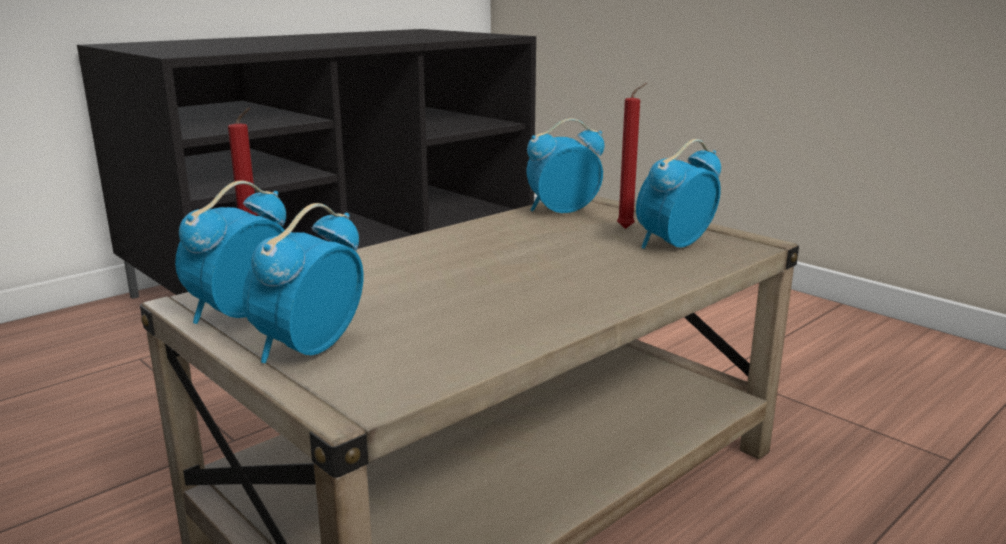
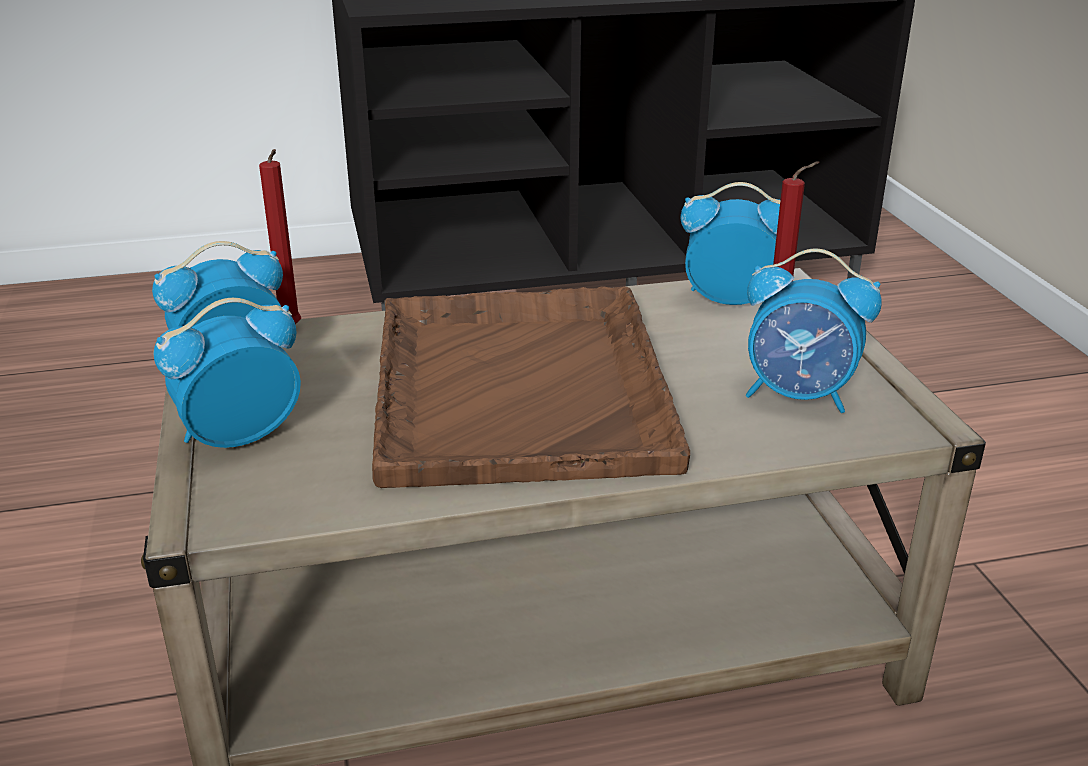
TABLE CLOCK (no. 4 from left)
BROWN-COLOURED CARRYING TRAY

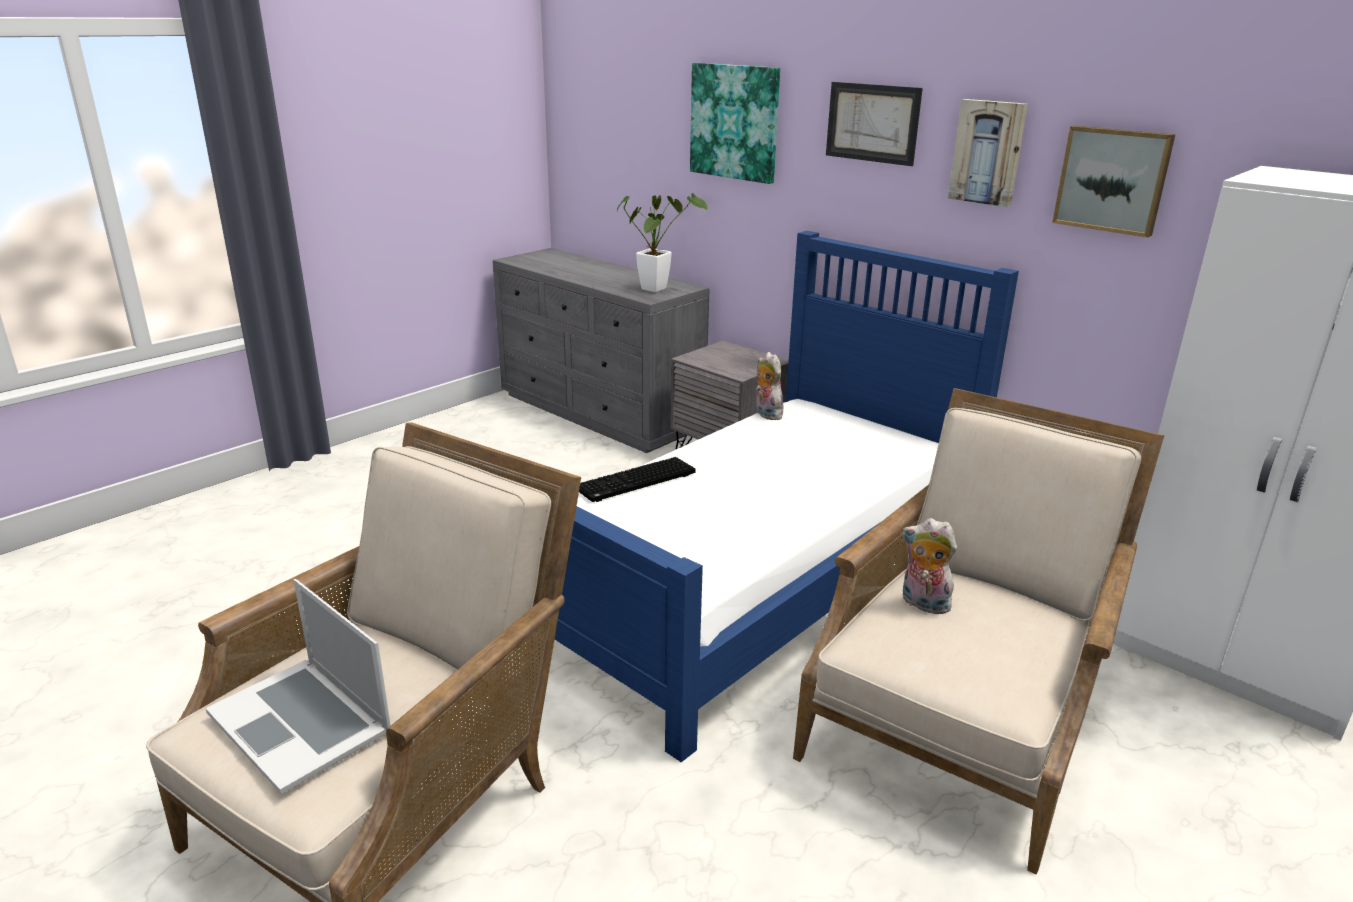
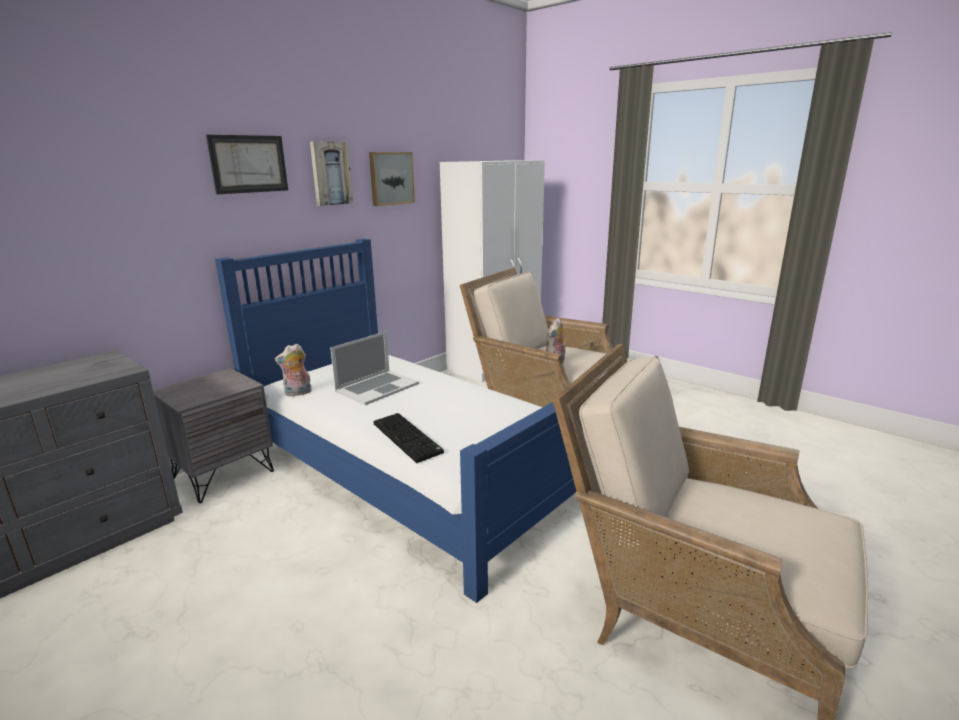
WALL ART (no. 1 from left in the first image)
POTTED PLANT
NOTEBOOK COMPUTER

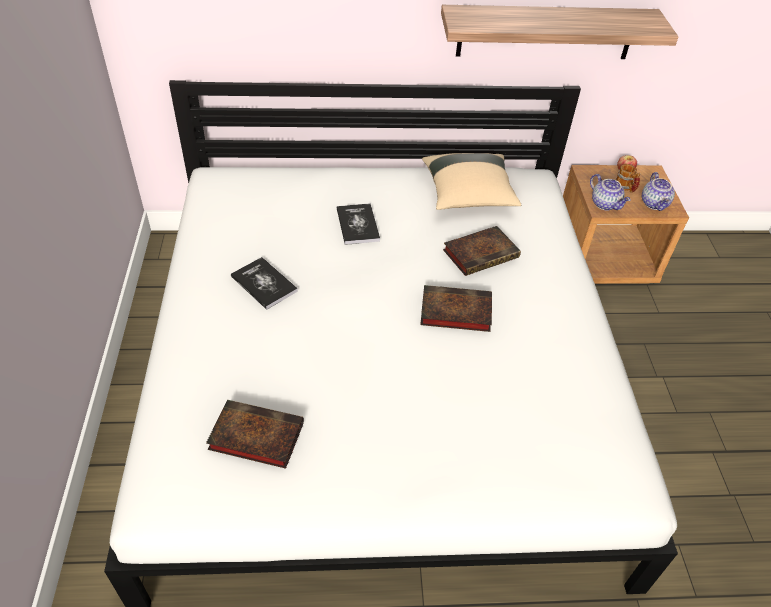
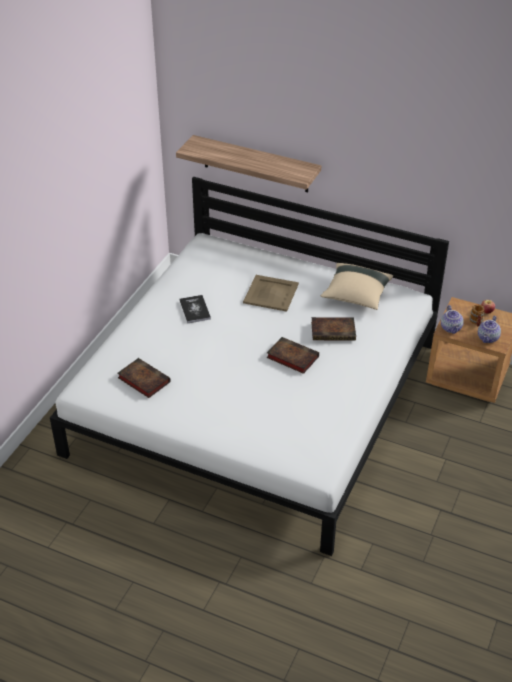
BRACKET SHELF
SAND-COLOURED CARRYING TRAY

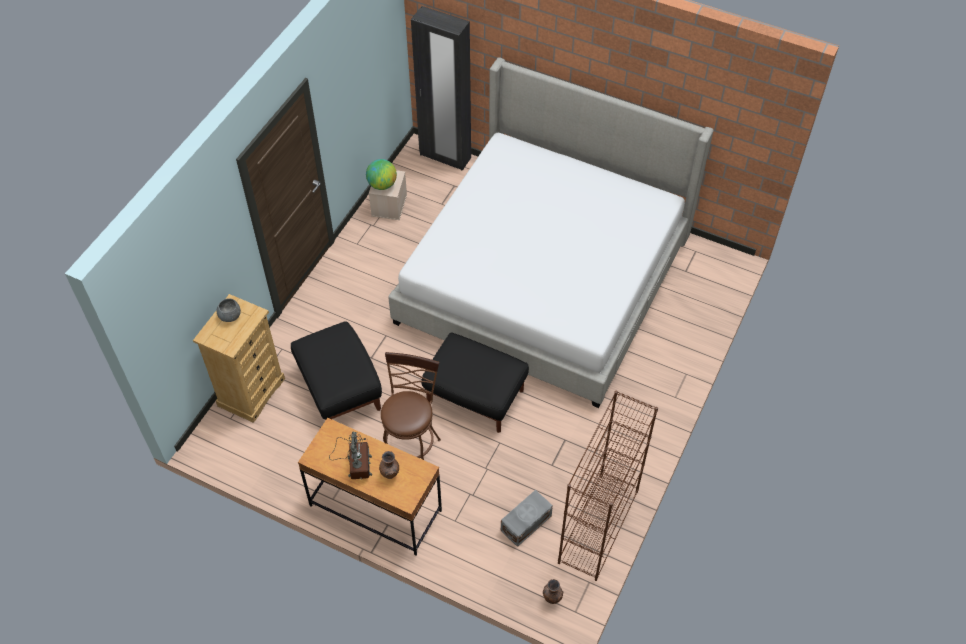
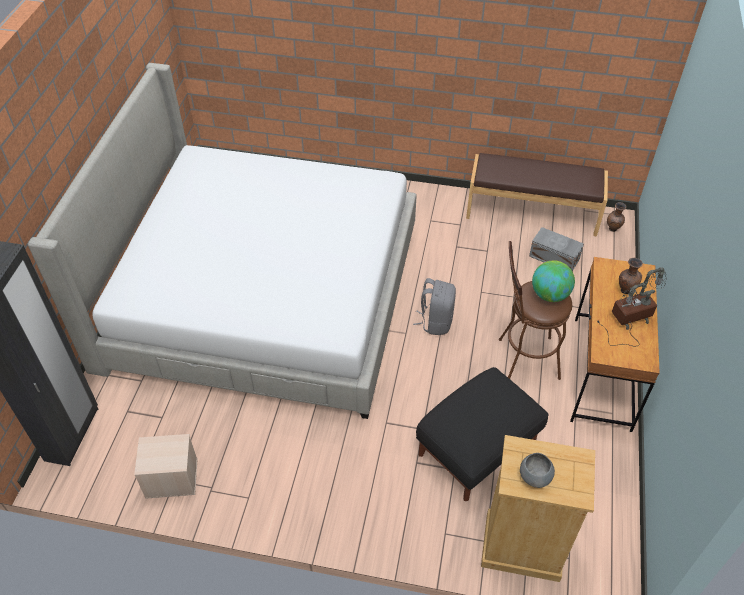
WORLD GLOBE
GREYISH KNAPSACK
BROWN-COLOURED BENCH

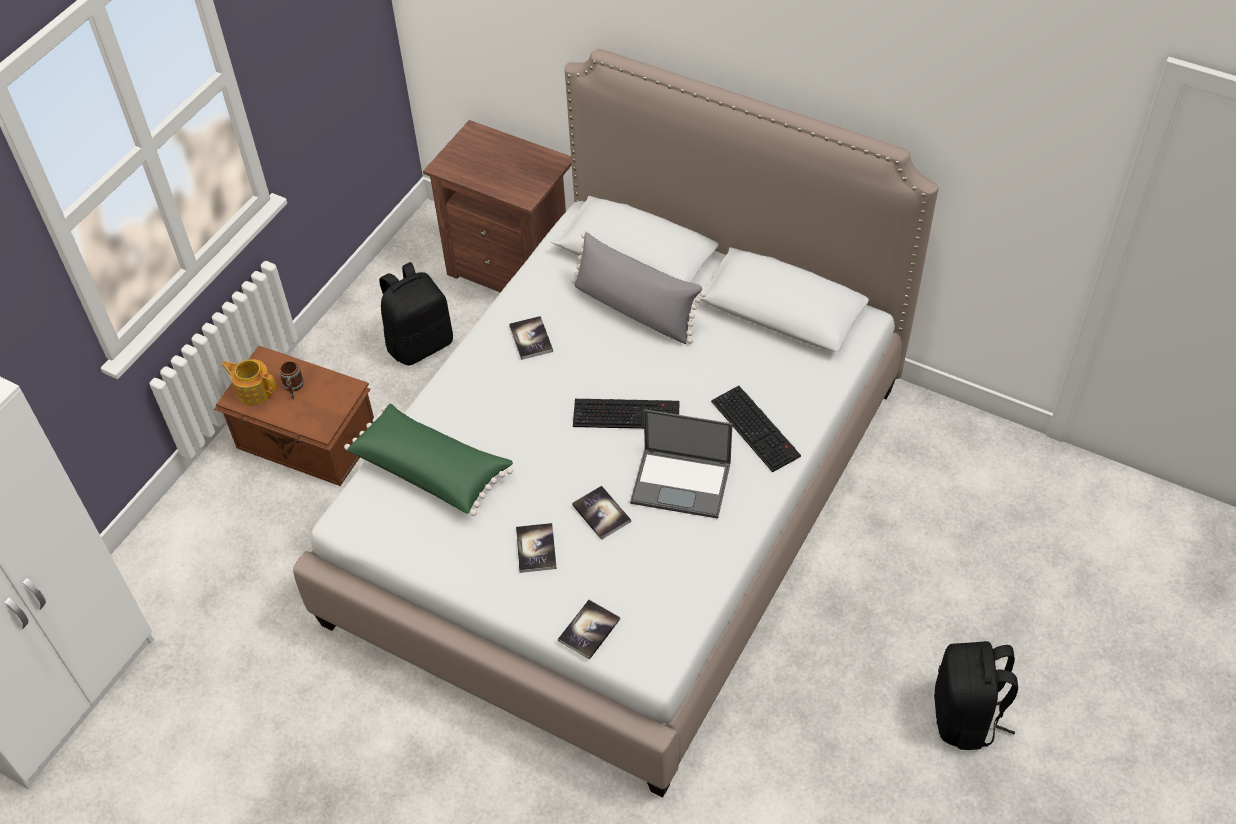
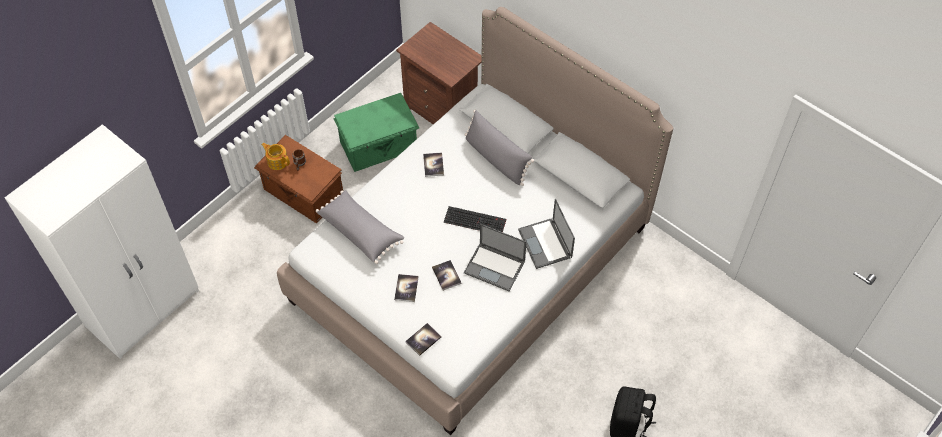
GREENISH STORAGE CONTAINER
NOTEBOOK COMPUTER (no. 2 from left)
GREYISH THROW PILLOW (no. 1 from left)

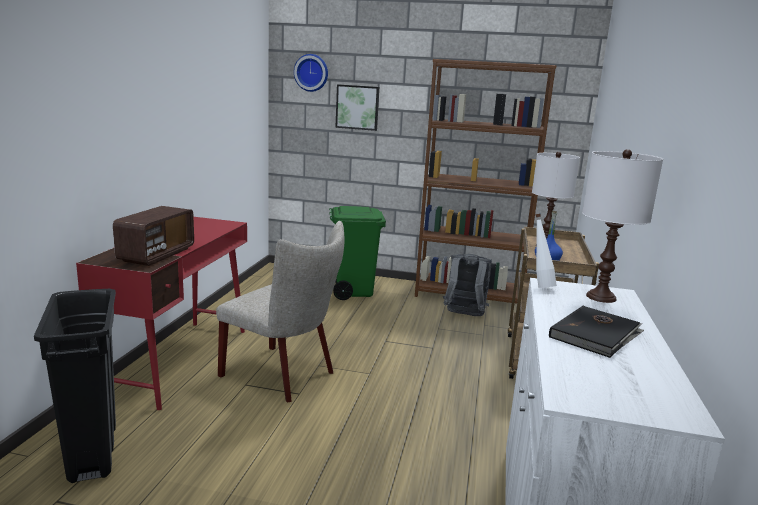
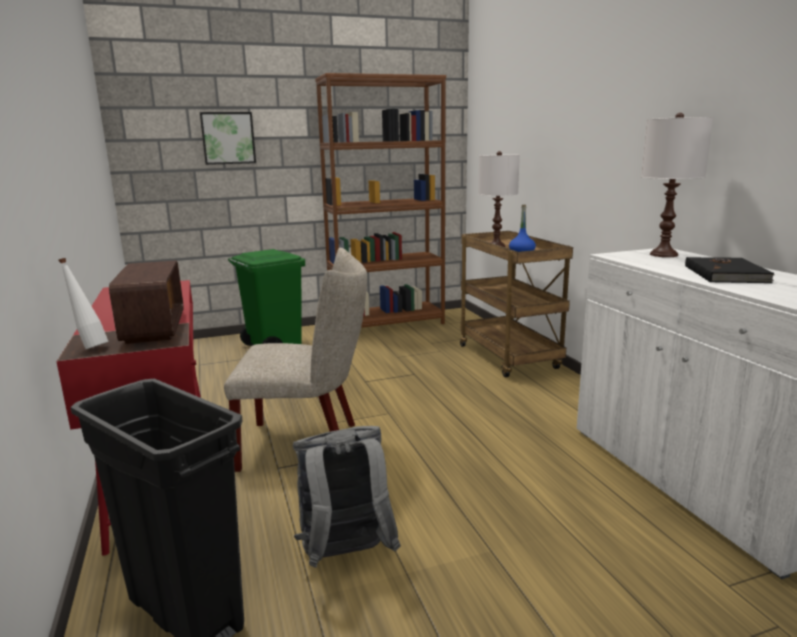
WALL CLOCK
WHITE BEVERAGE BOTTLE
GREYISH KNAPSACK

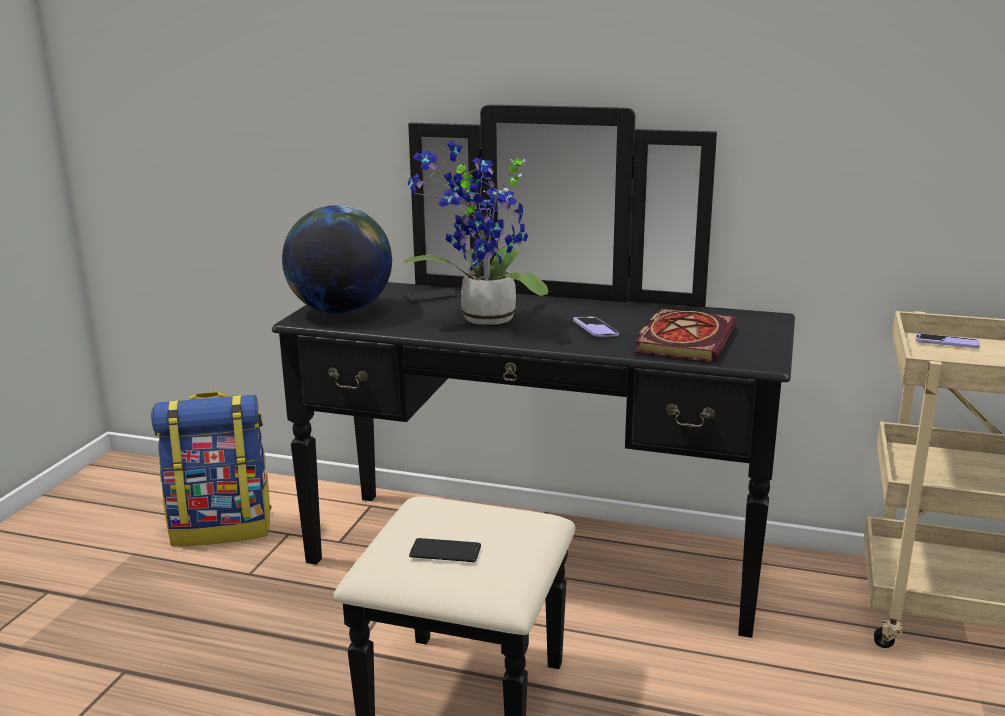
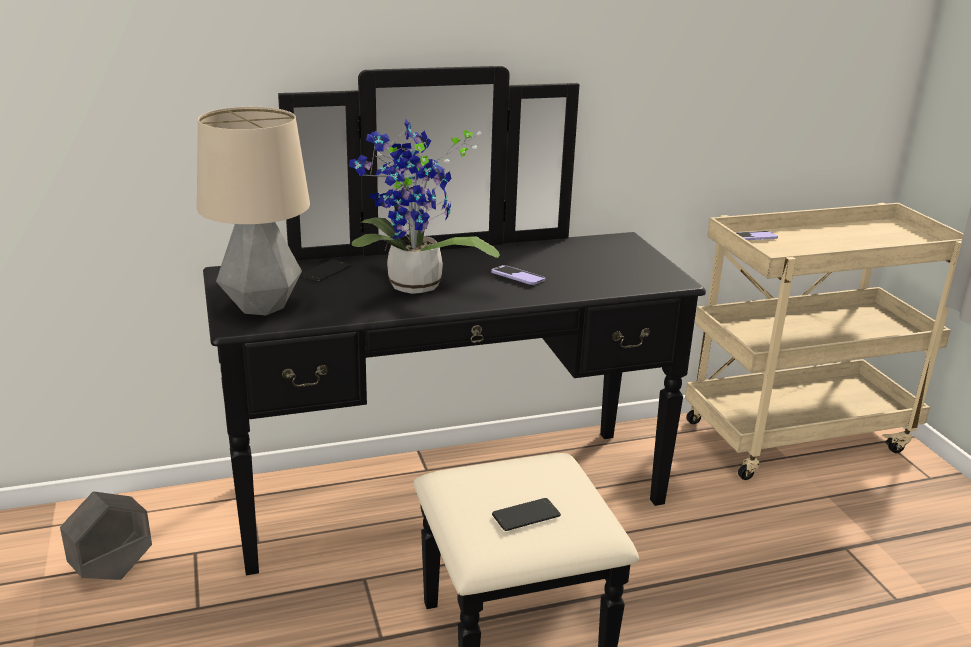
TABLE LAMP
BOOK
GREYISH PLANT POT

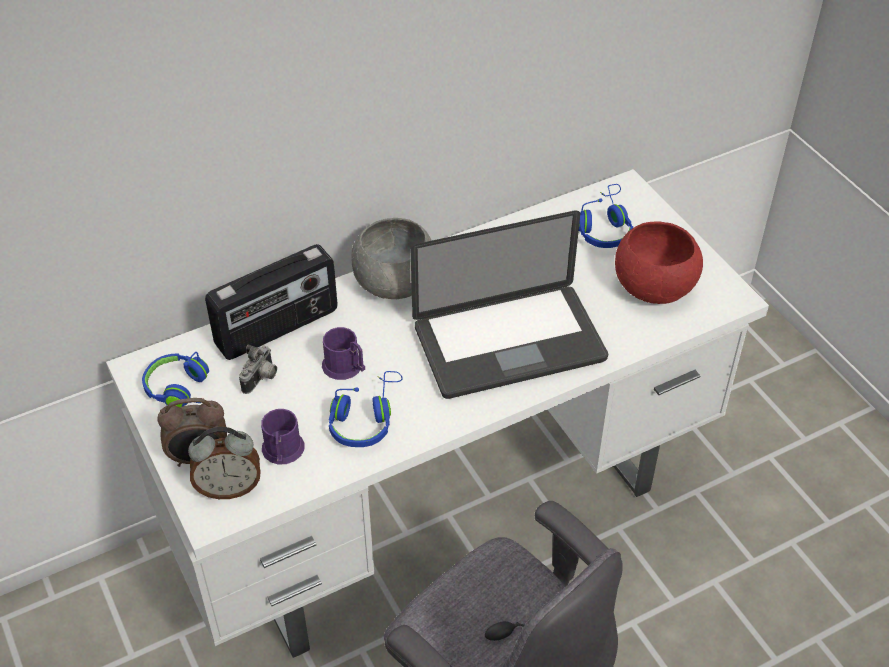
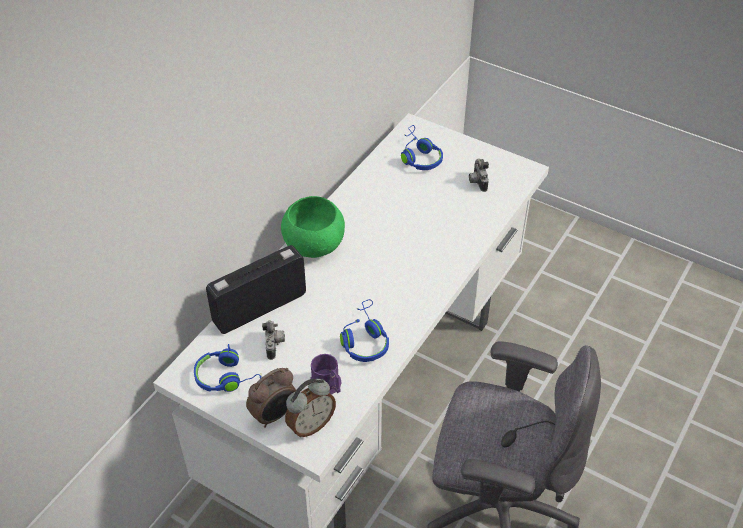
NOTEBOOK COMPUTER
GREENISH SERVING BOWL
PHOTO CAMERA (no. 2 from left)
RADIO RECEIVER
PURPLE MUG (no. 2 from left in the first image)

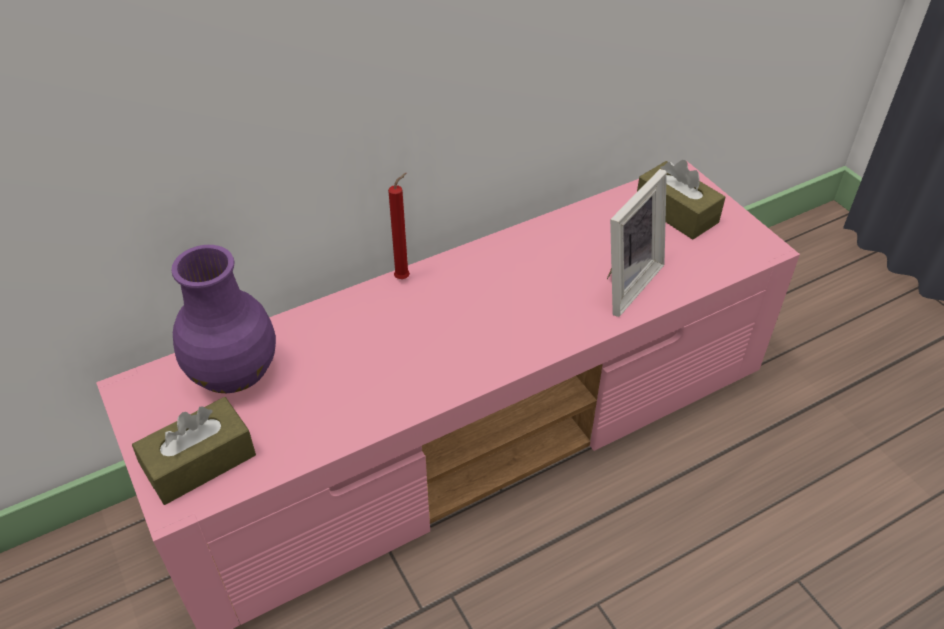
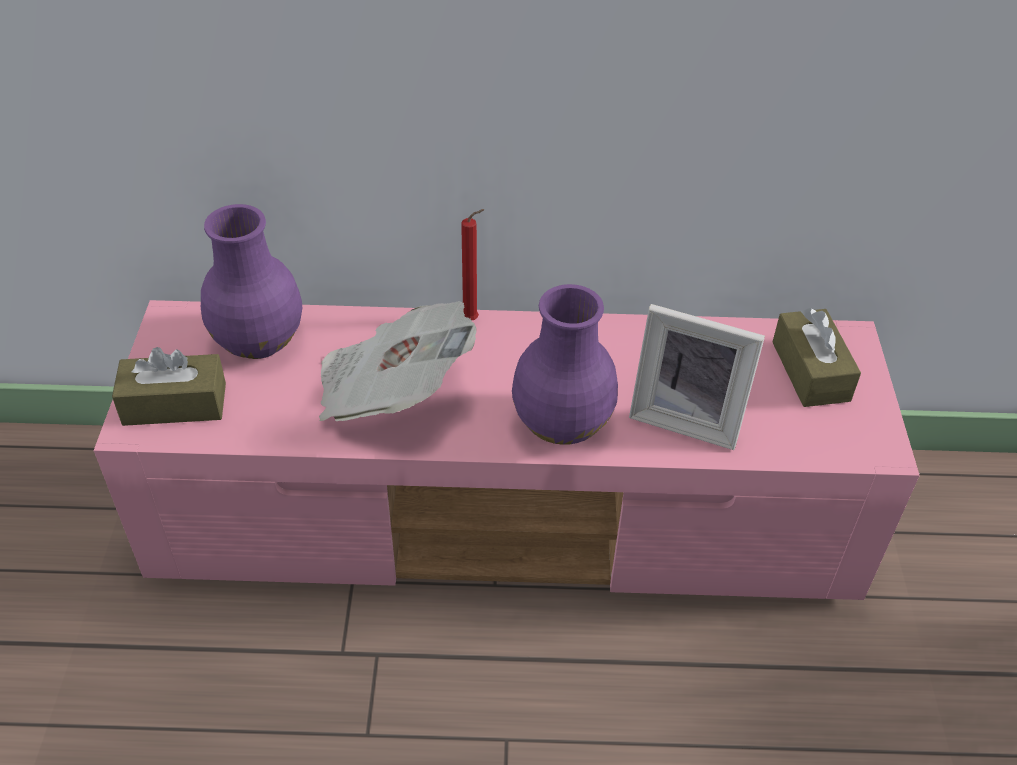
STANDING FRAME
PURPLE DECORATIVE VASE (no. 2 from left)
DAILY PAPER

